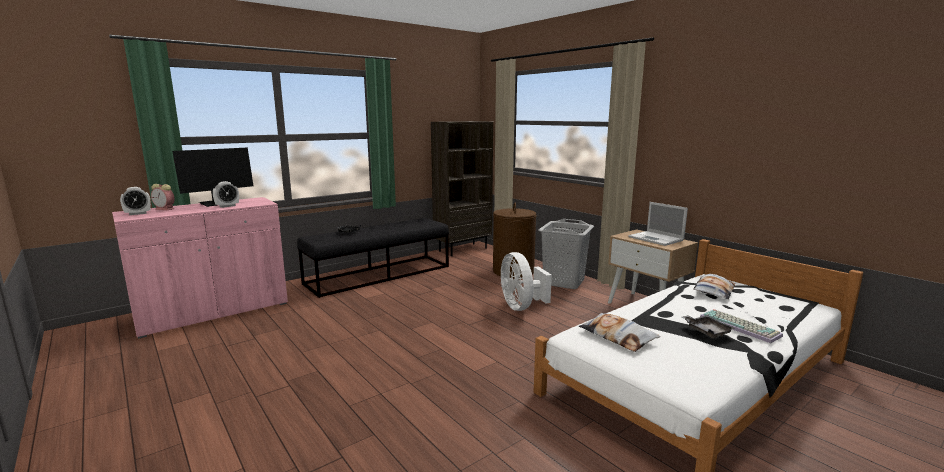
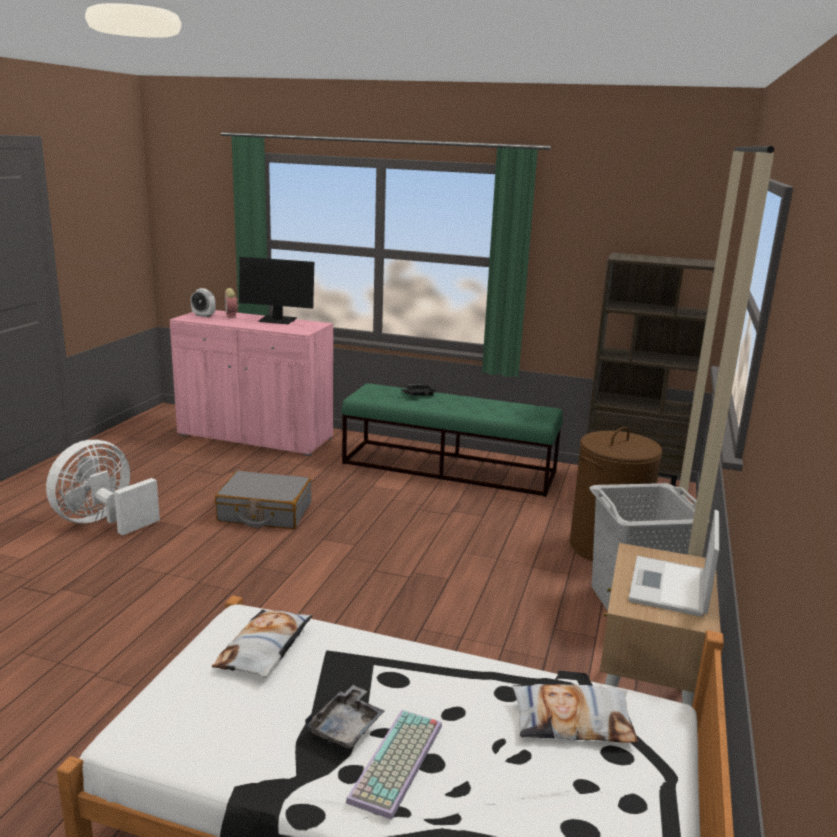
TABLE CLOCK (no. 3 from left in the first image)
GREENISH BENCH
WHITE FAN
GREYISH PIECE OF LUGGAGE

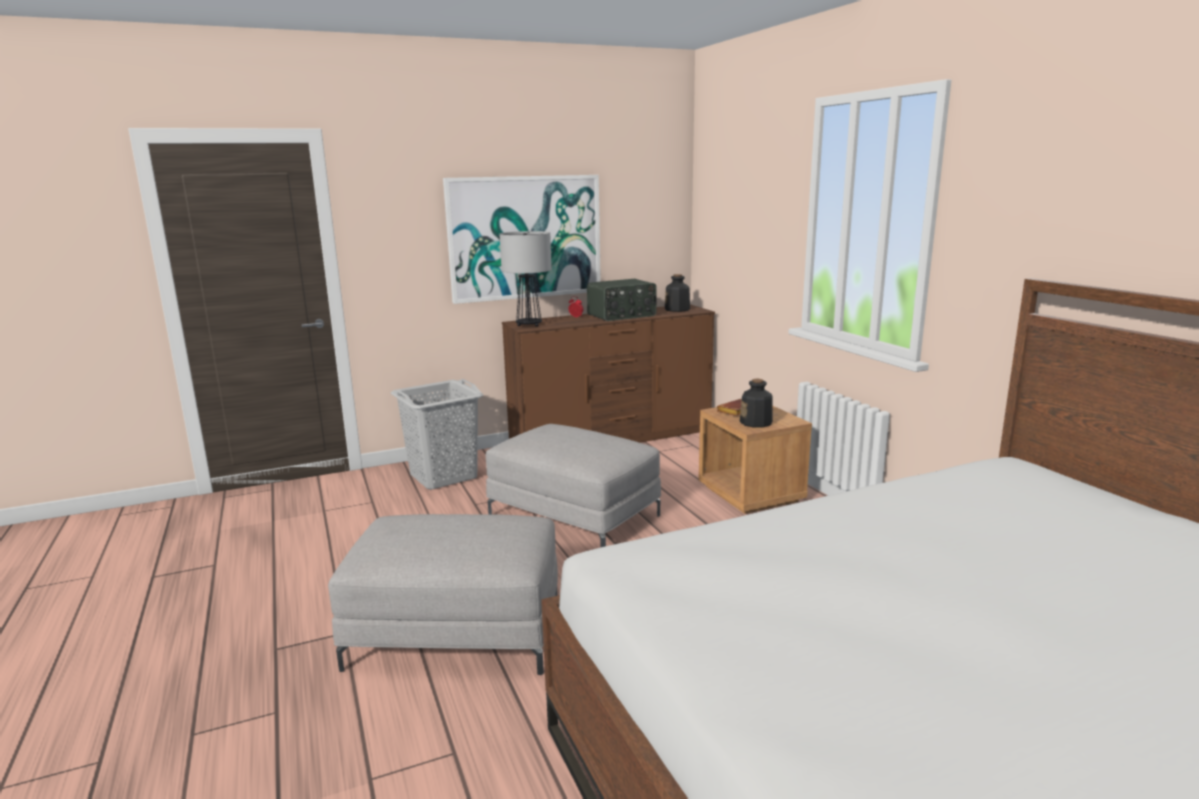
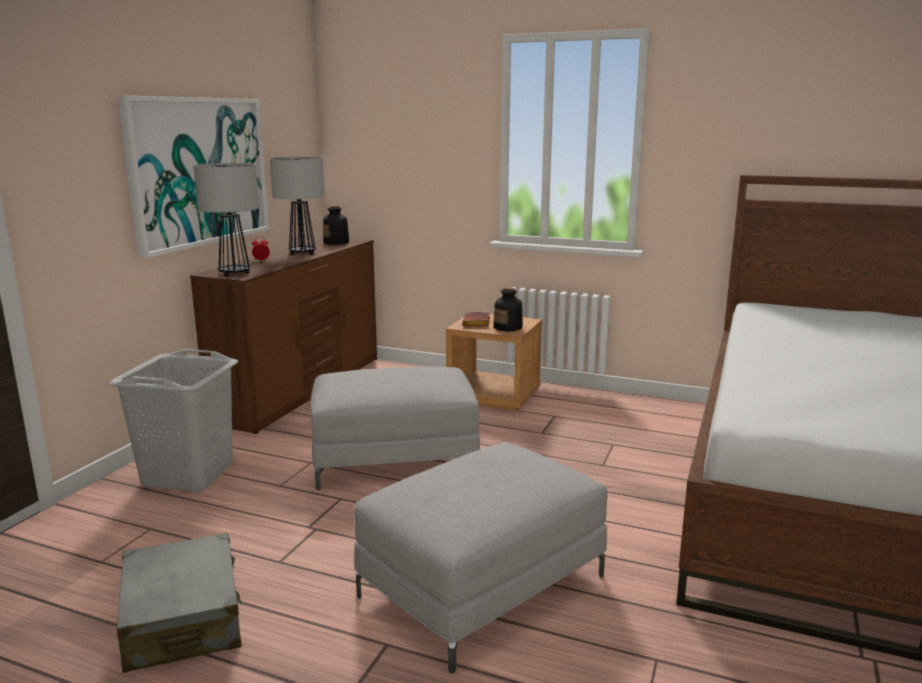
TABLE LAMP (no. 2 from left)
GREYISH PIECE OF LUGGAGE

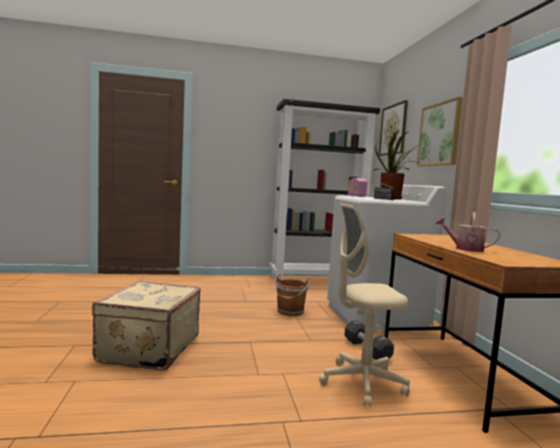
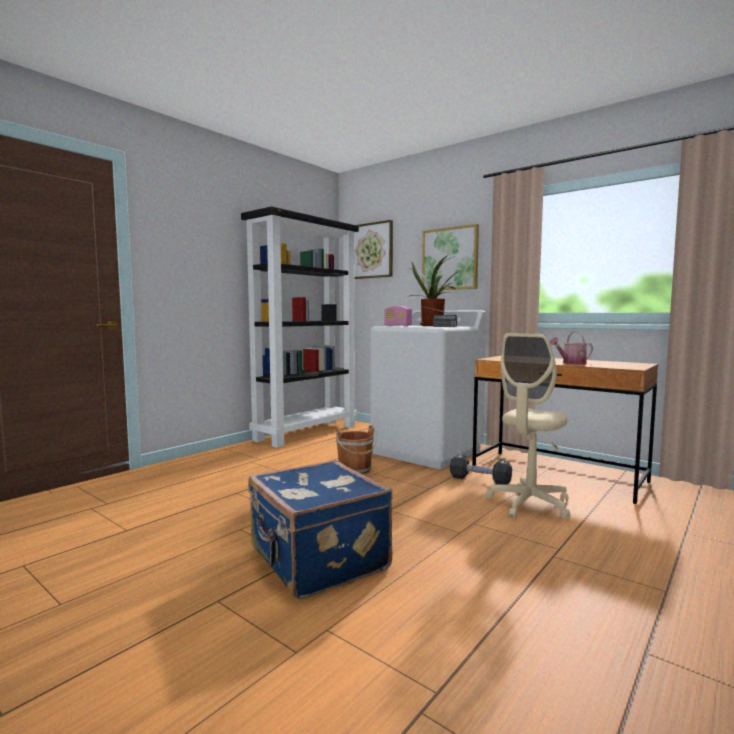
BLUISH PIECE OF LUGGAGE

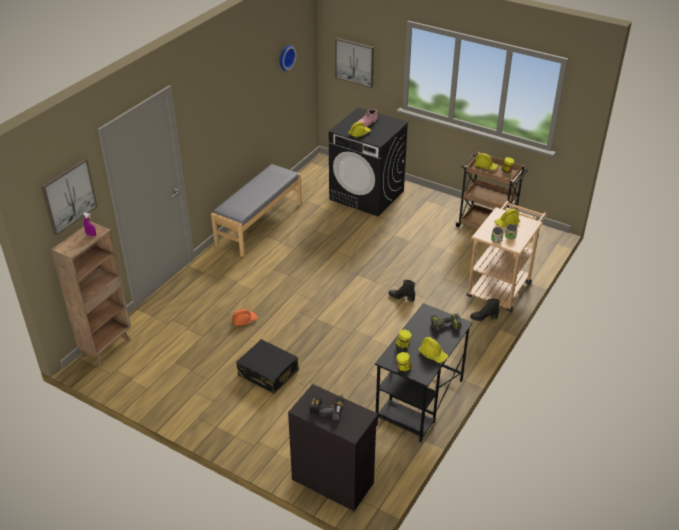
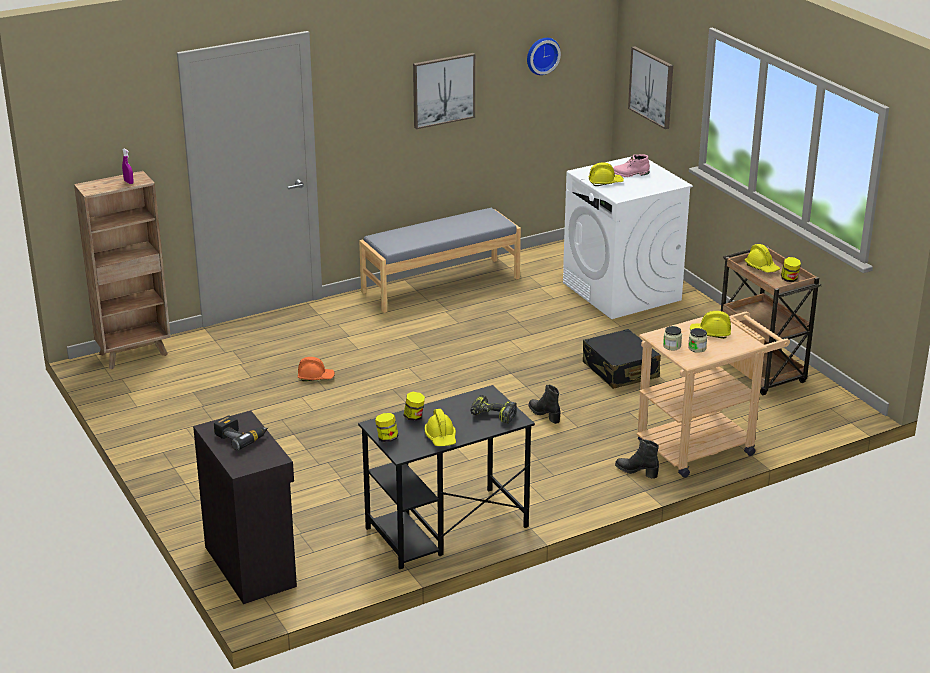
WHITE WASHING MACHINE
WALL ART (no. 1 from left)
BLACK-COLOURED PIECE OF LUGGAGE

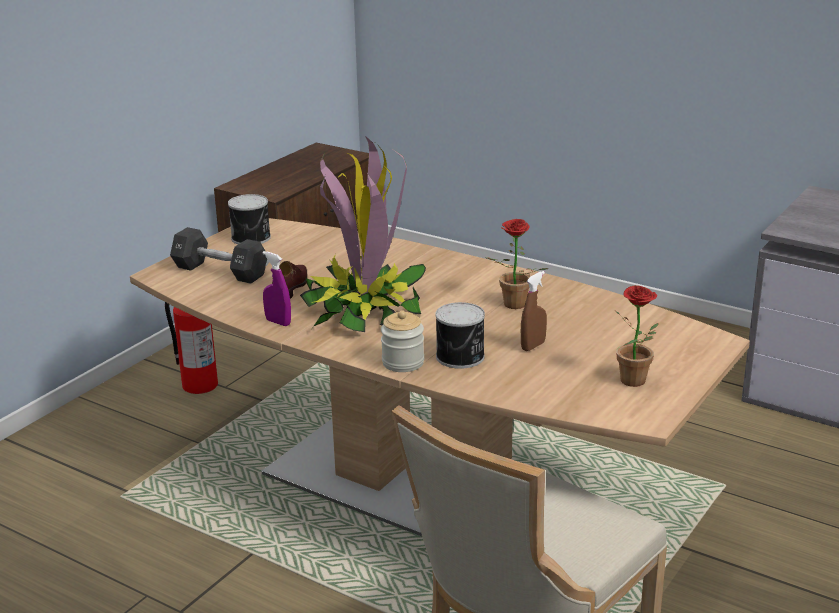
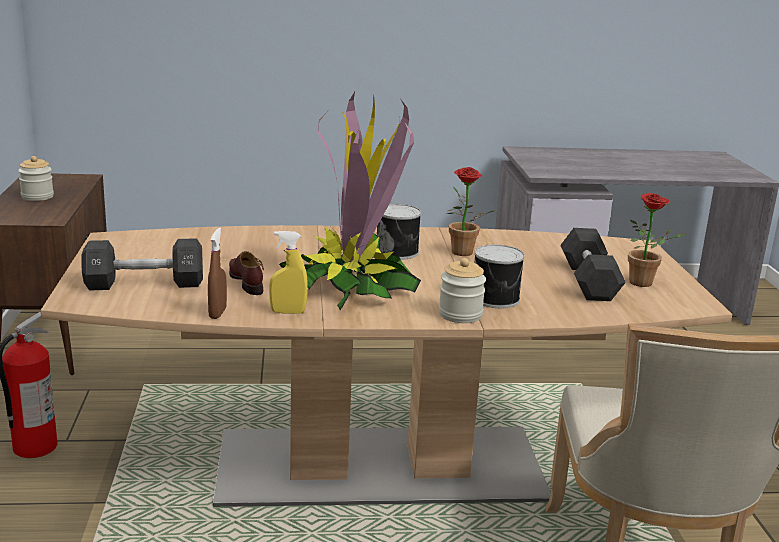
METAL CAN (no. 1 from left)
YELLOWISH SPRAY BOTTLE
BROWN-COLOURED SPRAY BOTTLE
STORAGE JAR (no. 1 from left)
BLACK-COLOURED FREE WEIGHT (no. 2 from left)

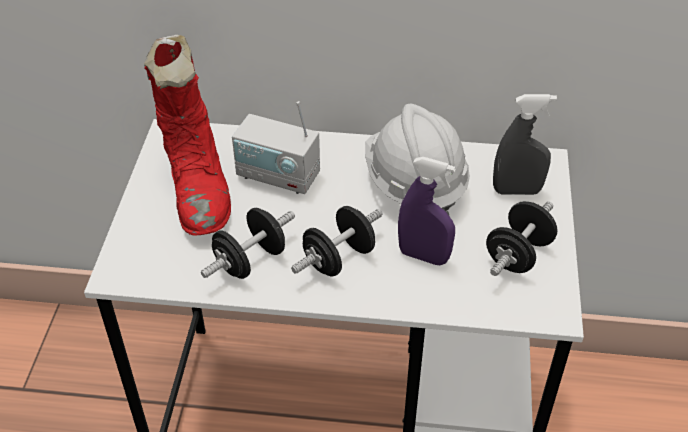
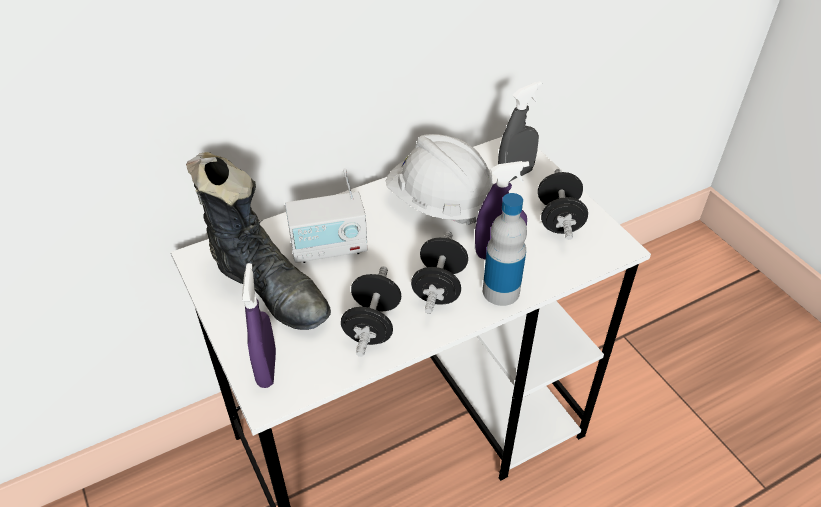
BLACK-COLOURED BOOT
BEVERAGE BOTTLE
PURPLE SPRAY BOTTLE (no. 1 from left)

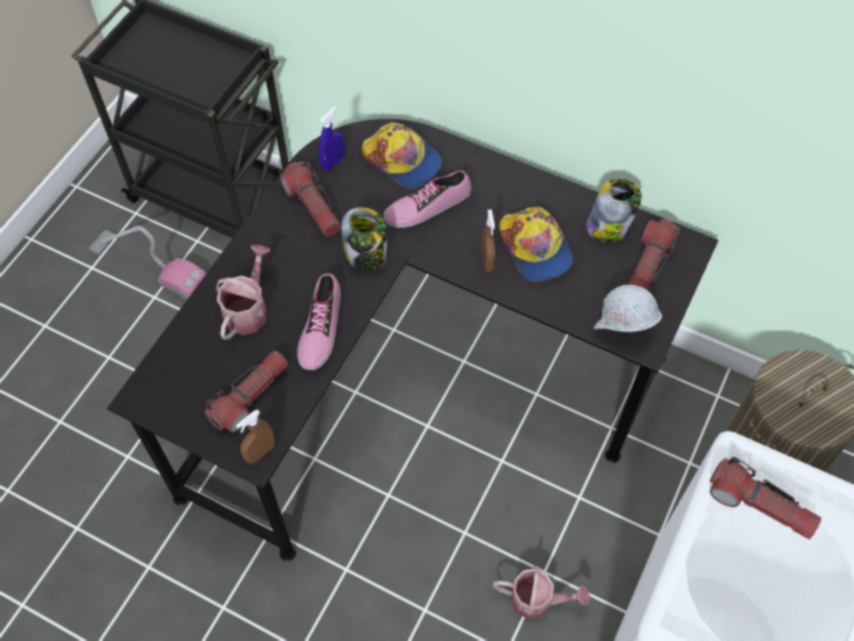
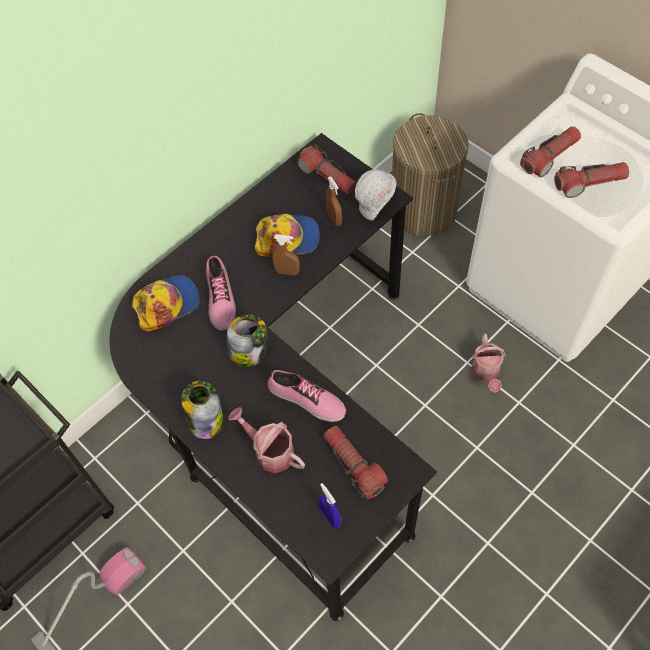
BLUISH SPRAY BOTTLE
TORCH (no. 4 from left)
STORAGE JAR (no. 1 from left)
BROWN-COLOURED SPRAY BOTTLE (no. 2 from left)
WATERING CAN (no. 2 from left)

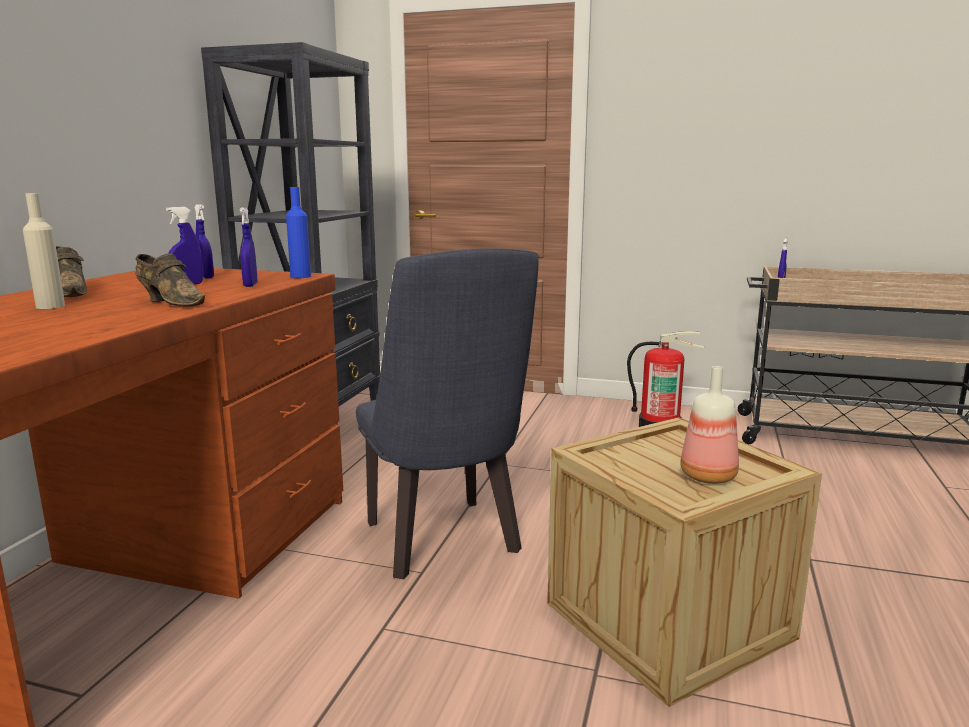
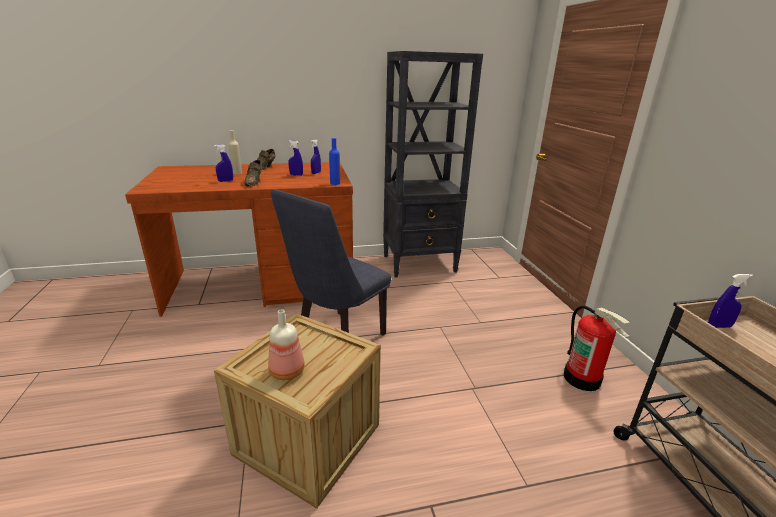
BLUISH SPRAY BOTTLE (no. 1 from left)

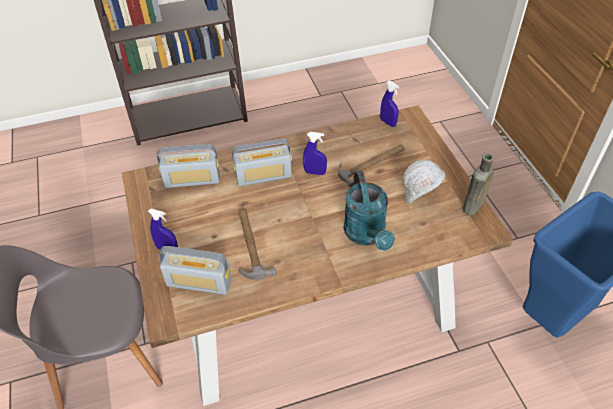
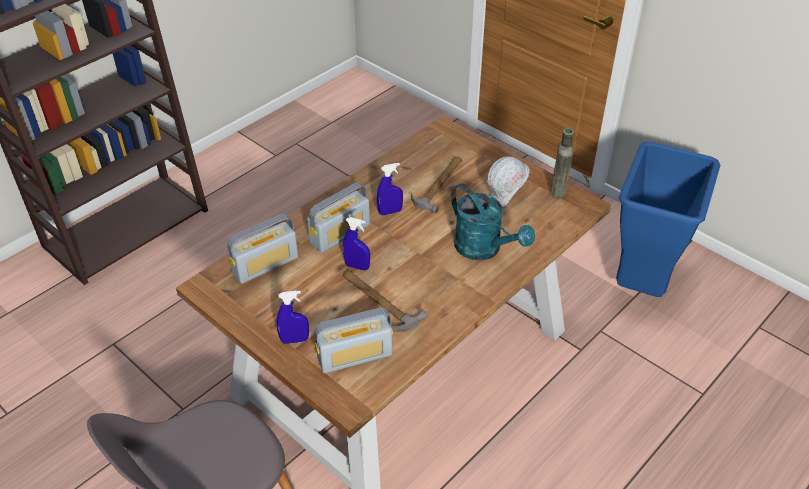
BLUISH SPRAY BOTTLE (no. 2 from left)

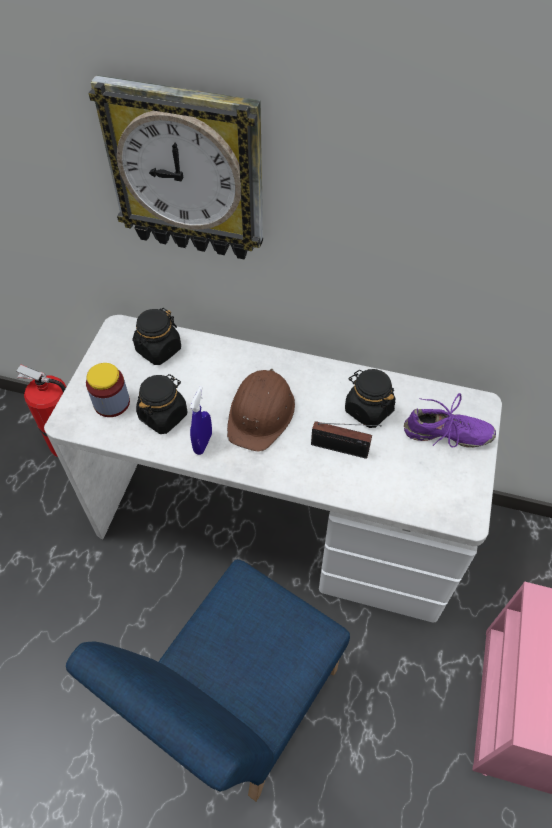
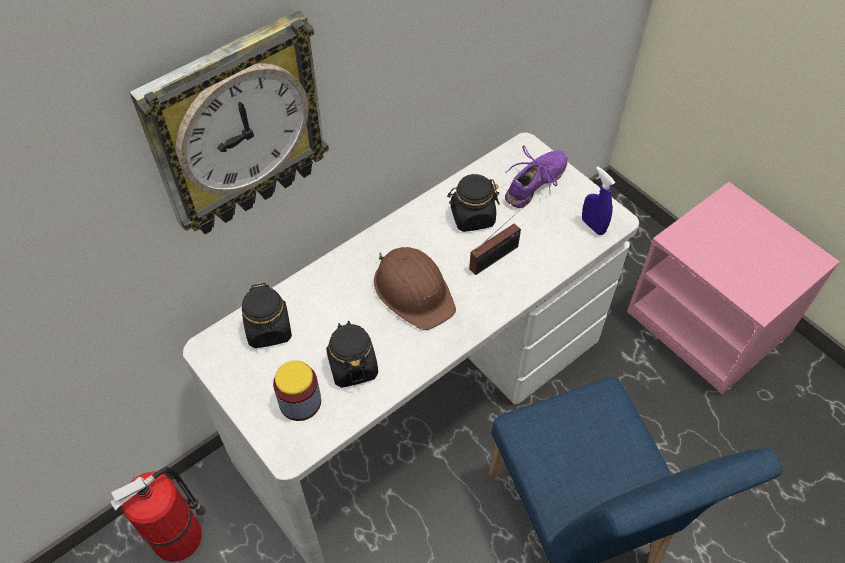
BLUISH SPRAY BOTTLE

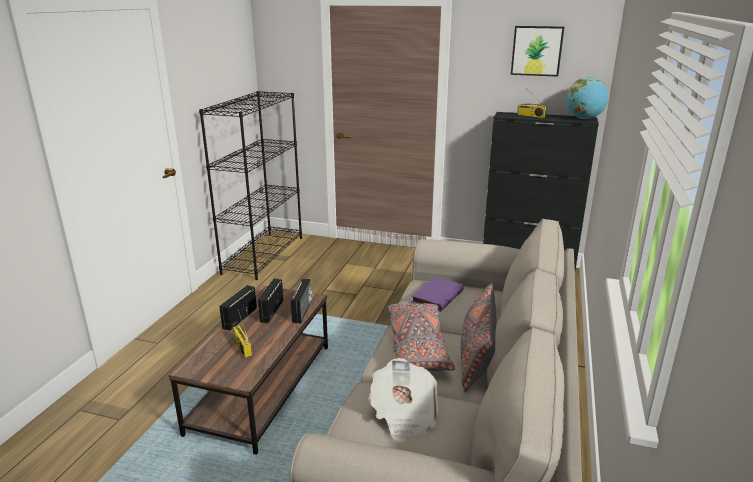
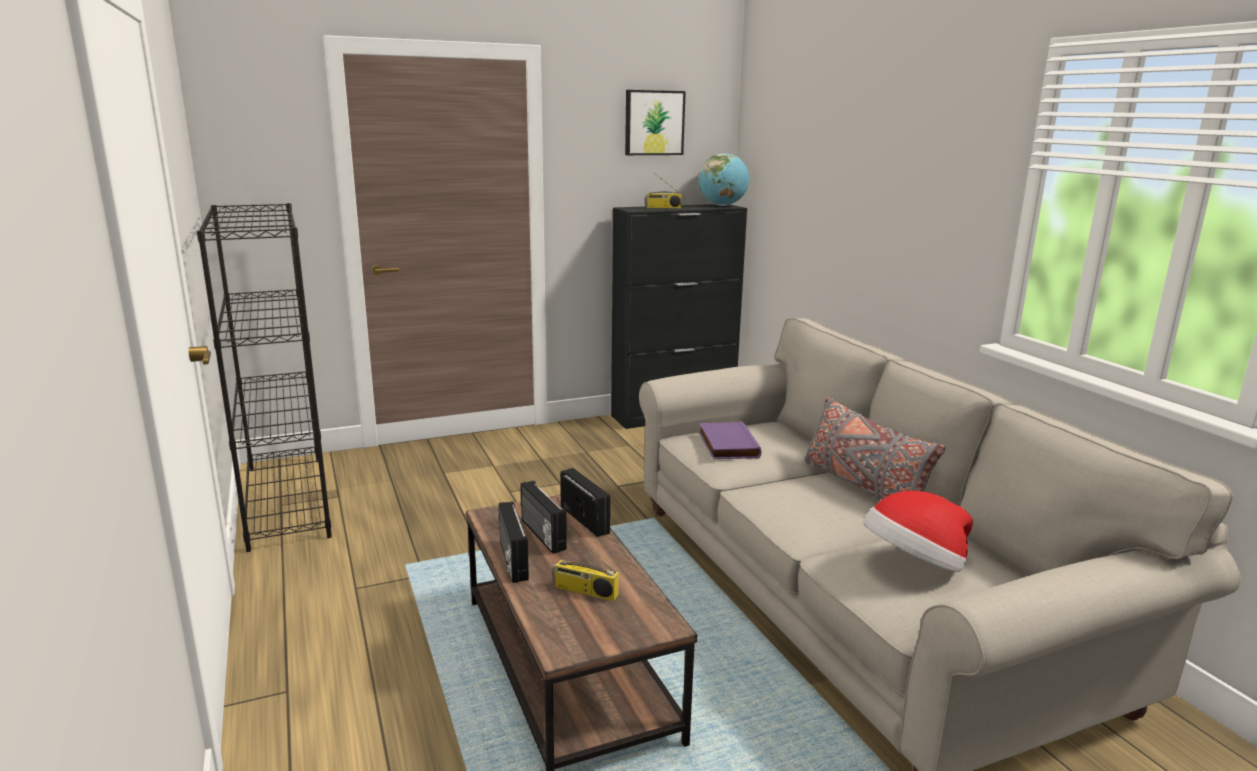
GREYISH THROW PILLOW (no. 1 from left in the first image)
CLOTHING HAT

